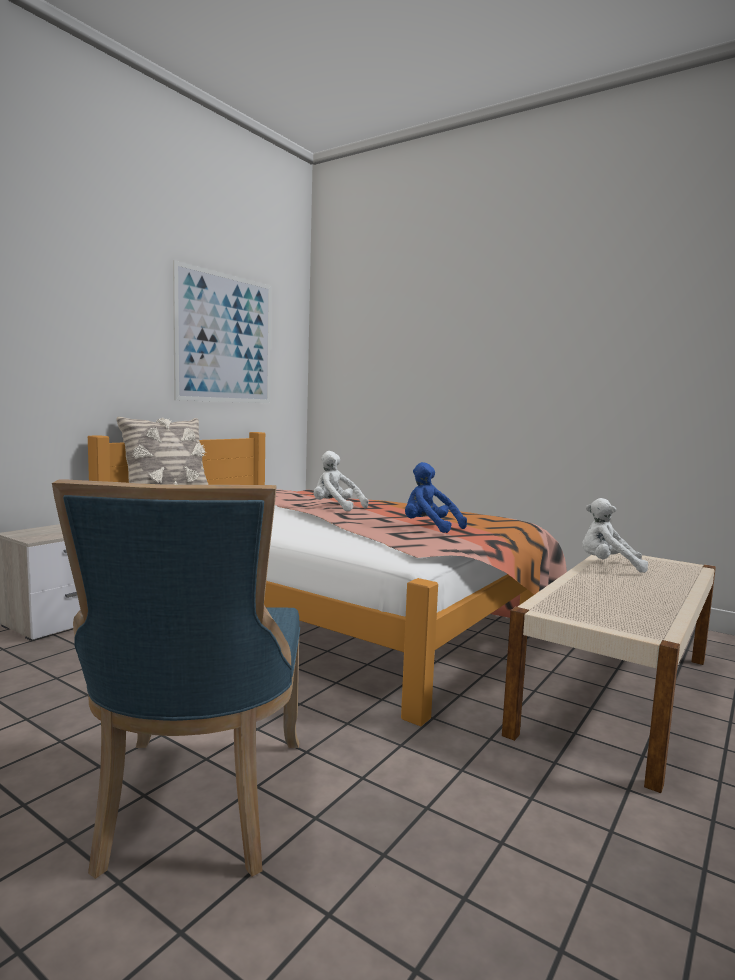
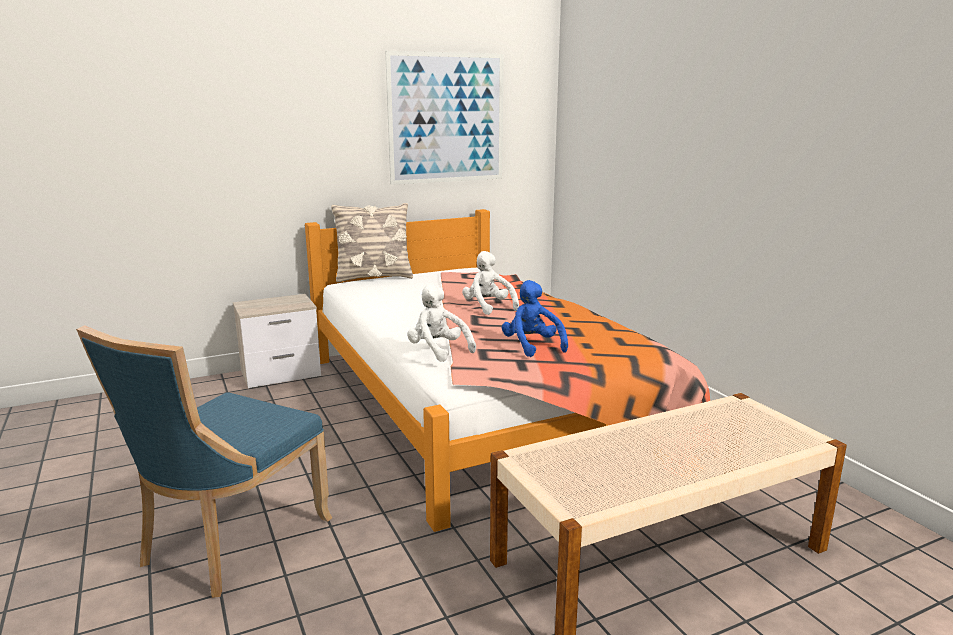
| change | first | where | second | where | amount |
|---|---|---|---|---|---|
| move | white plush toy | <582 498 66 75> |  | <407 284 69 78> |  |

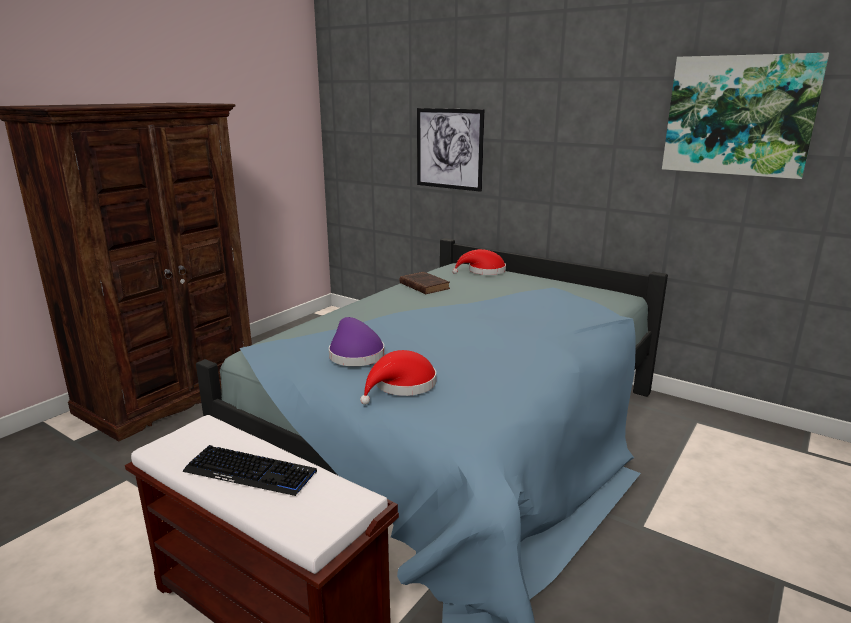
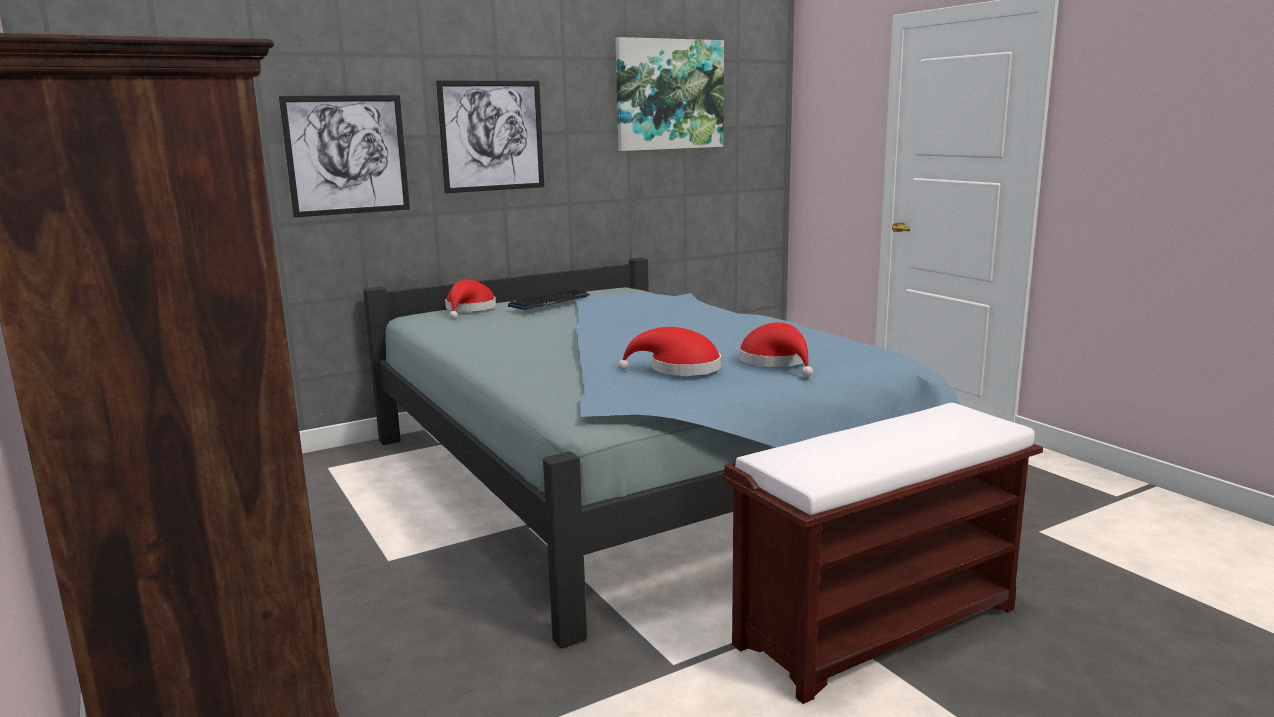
| change | first | where | second | where | amount |
|---|---|---|---|---|---|
| delete | brown book | <400 272 50 22> |  |  |  |
| insert |  |  | picture | <436 81 108 112> |  |
| move | keyboard | <182 445 135 51> |  | <508 290 82 20> |  |
| recolor | purple hat | <329 317 56 49> | red hat | <618 327 103 49> |  |

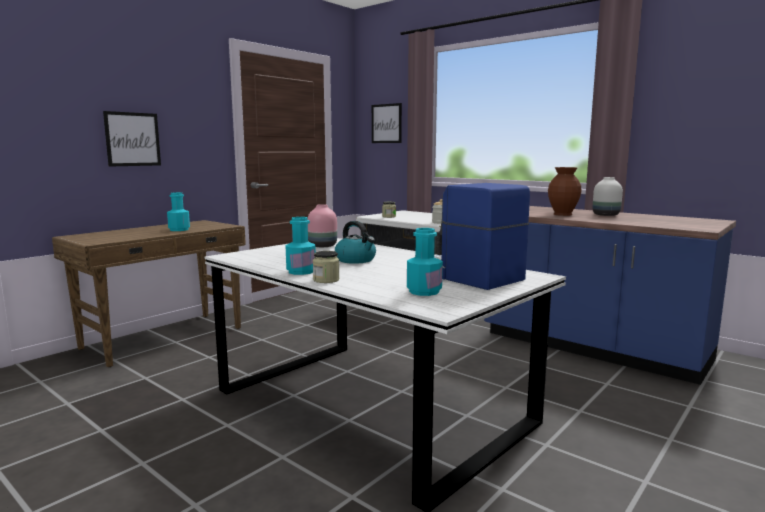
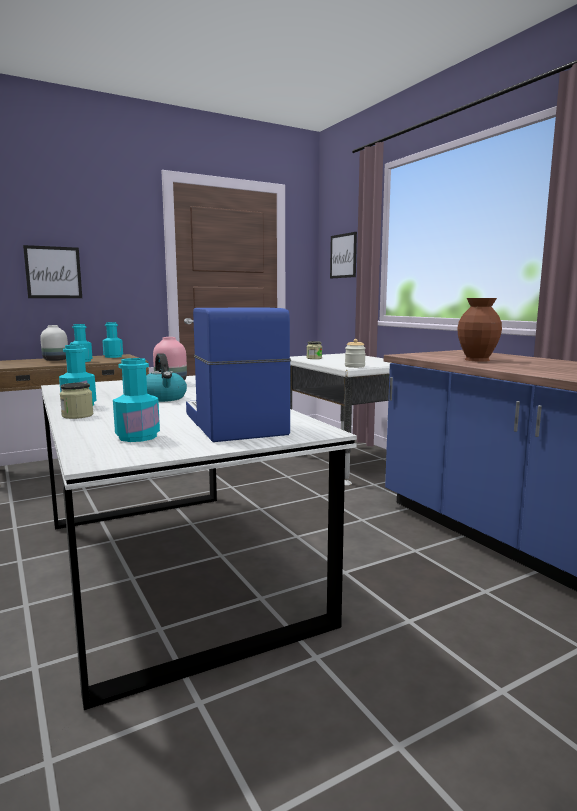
| change | first | where | second | where | amount |
|---|---|---|---|---|---|
| insert |  |  | turquoise bottle | <102 322 21 36> |  |
| move | white vase | <593 177 30 39> |  | <40 325 28 36> |  |

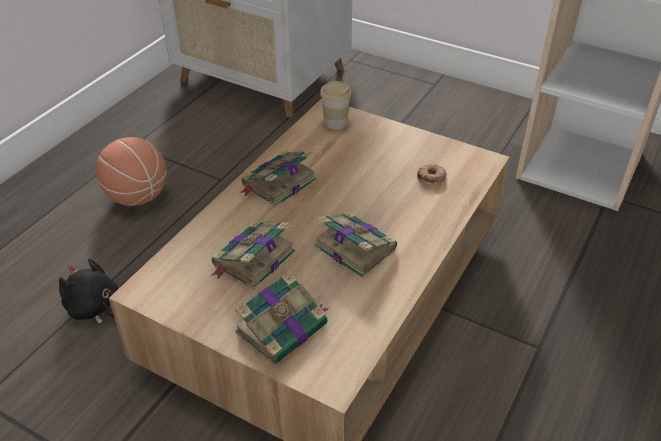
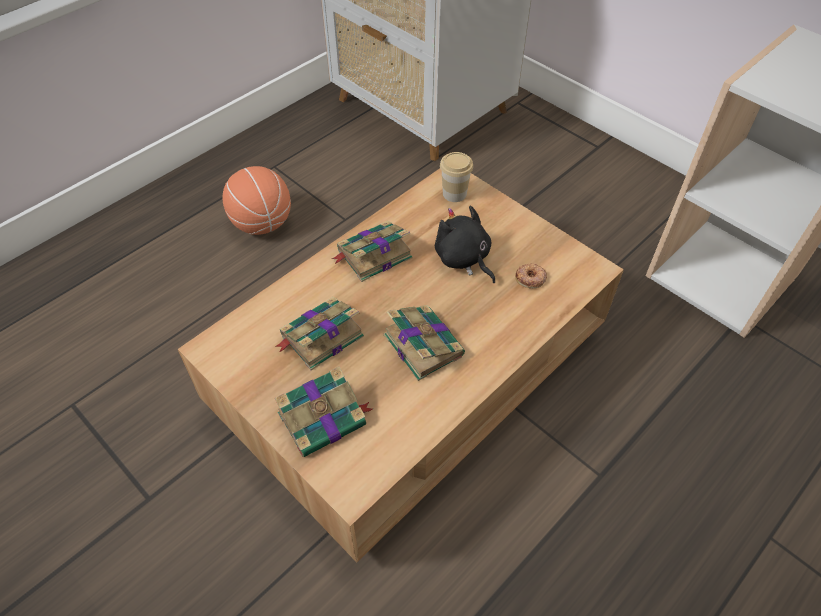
| change | first | where | second | where | amount |
|---|---|---|---|---|---|
| move | black plush toy | <59 259 59 65> |  | <435 206 60 77> |  |

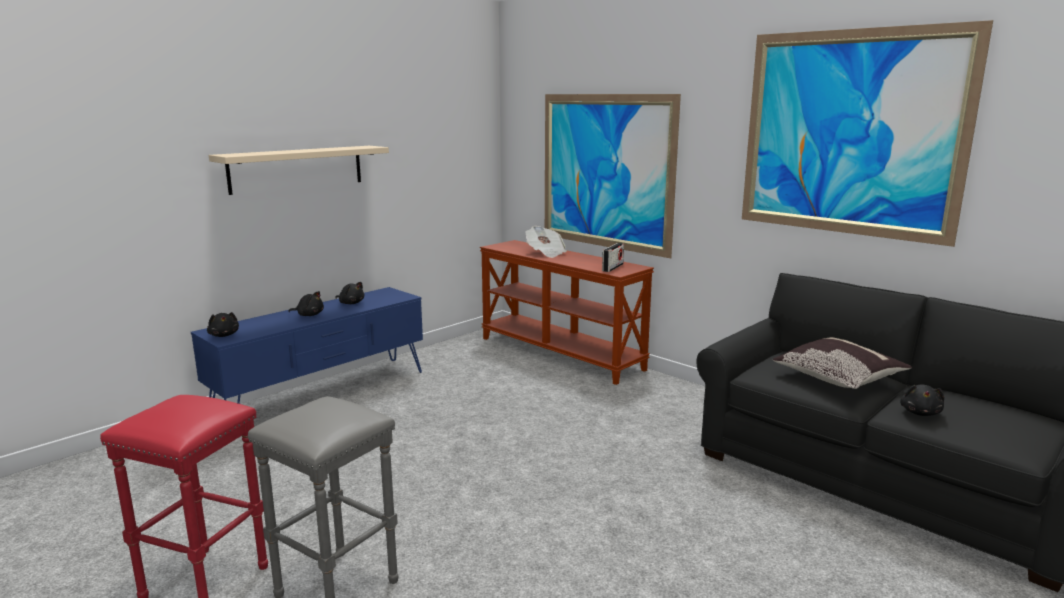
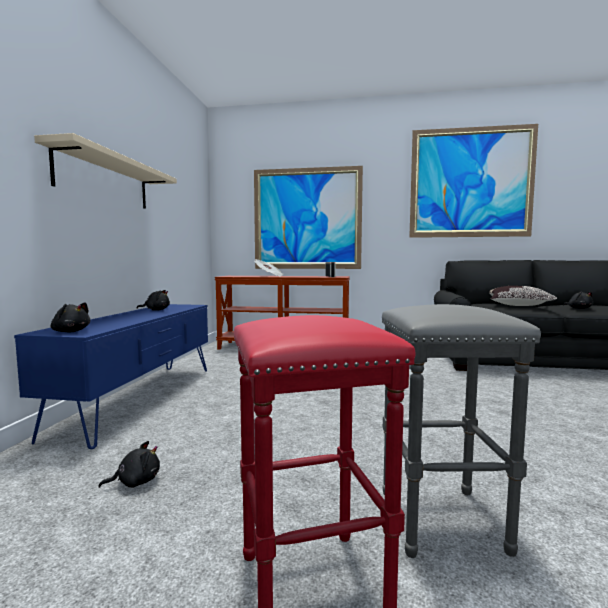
| change | first | where | second | where | amount |
|---|---|---|---|---|---|
| move | black plush toy | <289 291 35 25> |  | <99 441 61 47> |  |

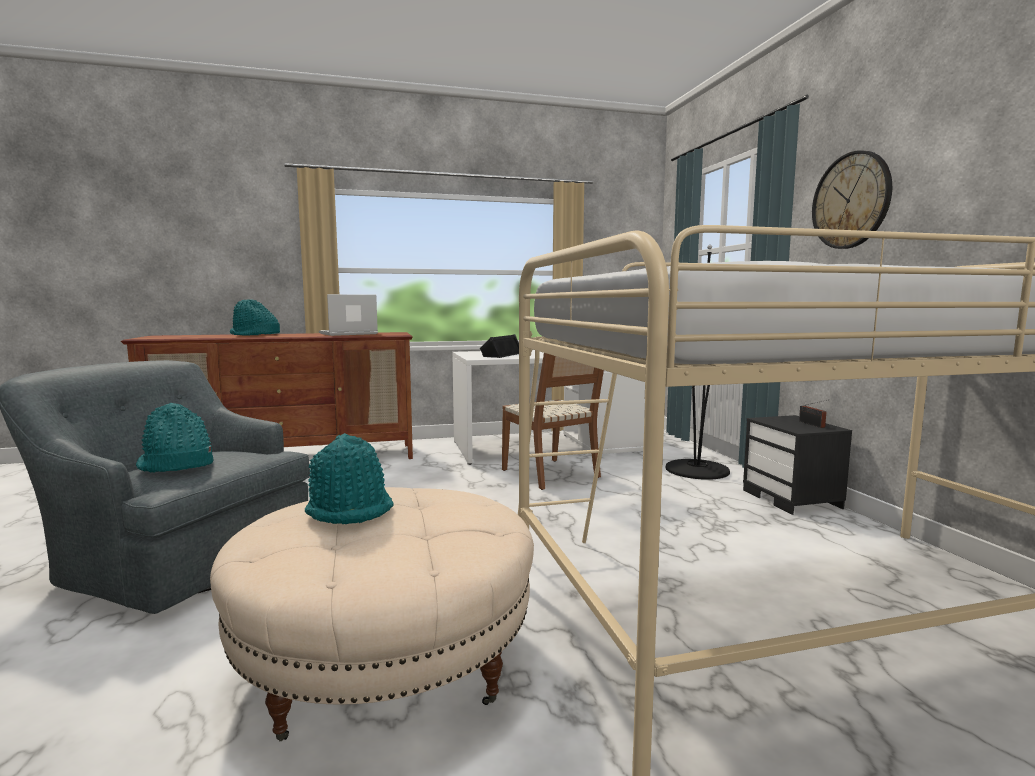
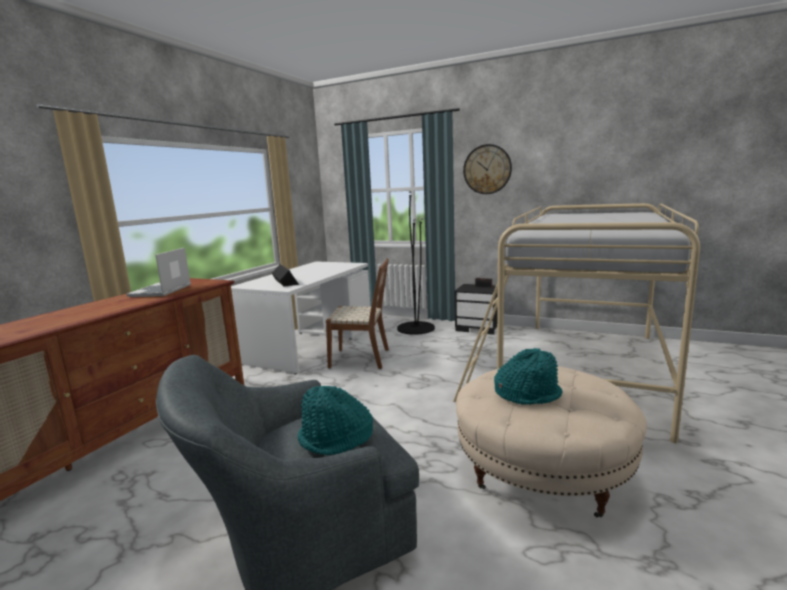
| change | first | where | second | where | amount |
|---|---|---|---|---|---|
| delete | turquoise hat | <230 299 50 37> |  |  |  |

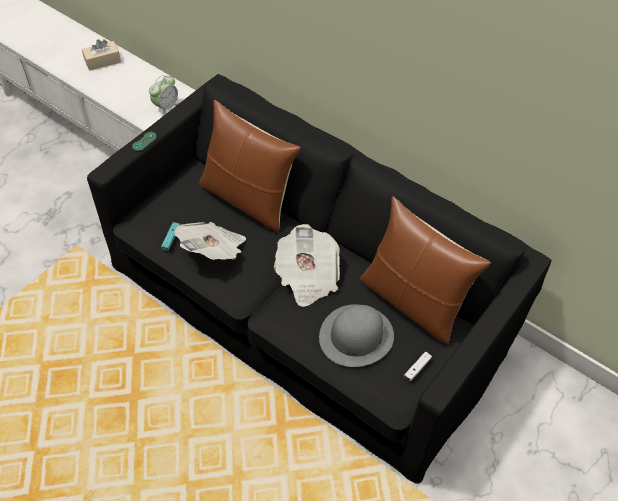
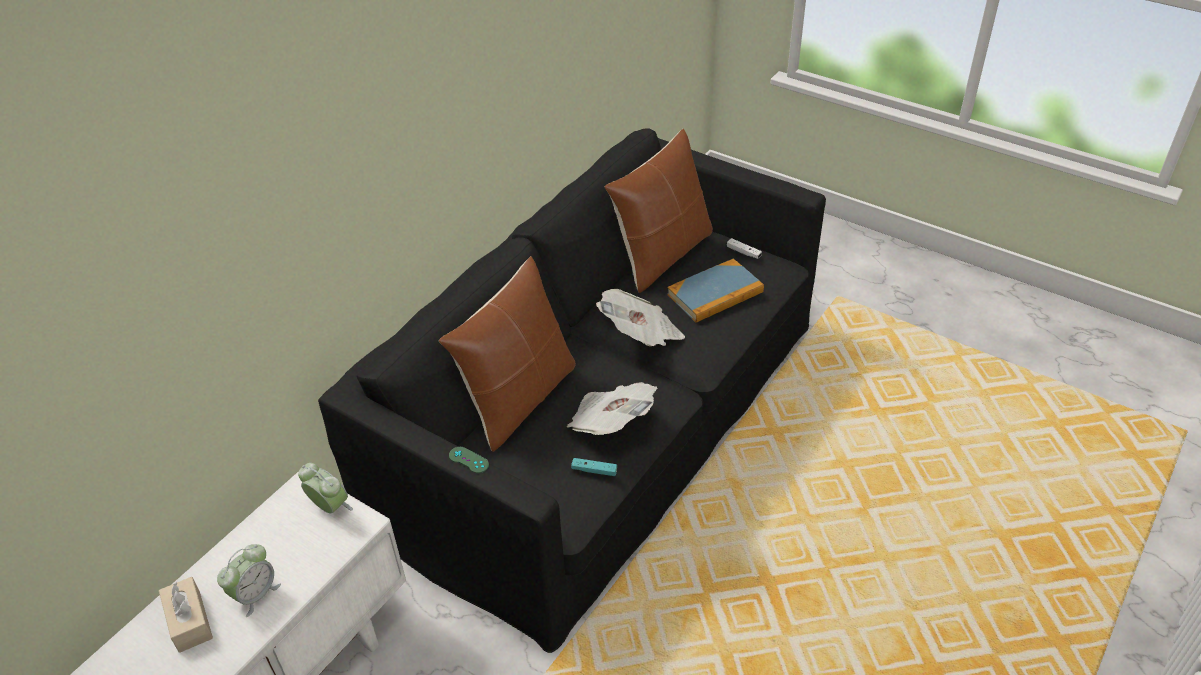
| change | first | where | second | where | amount |
|---|---|---|---|---|---|
| insert |  |  | alarm clock | <217 544 64 73> |  |
| replace | grey hat | <319 304 75 63> | book | <667 259 97 64> |  |

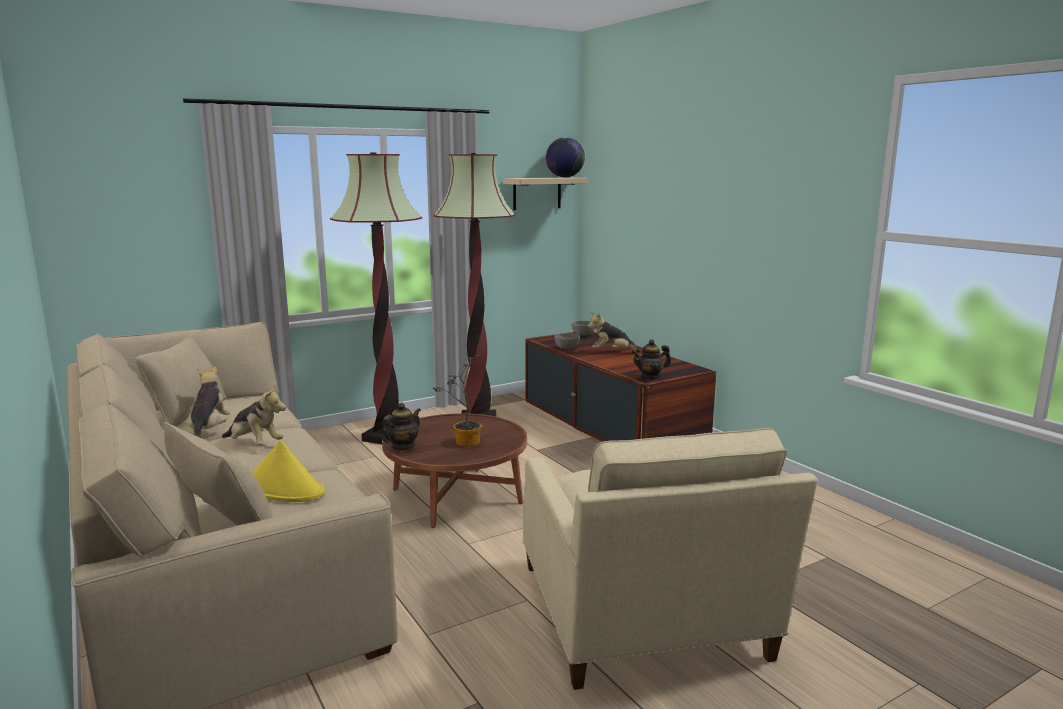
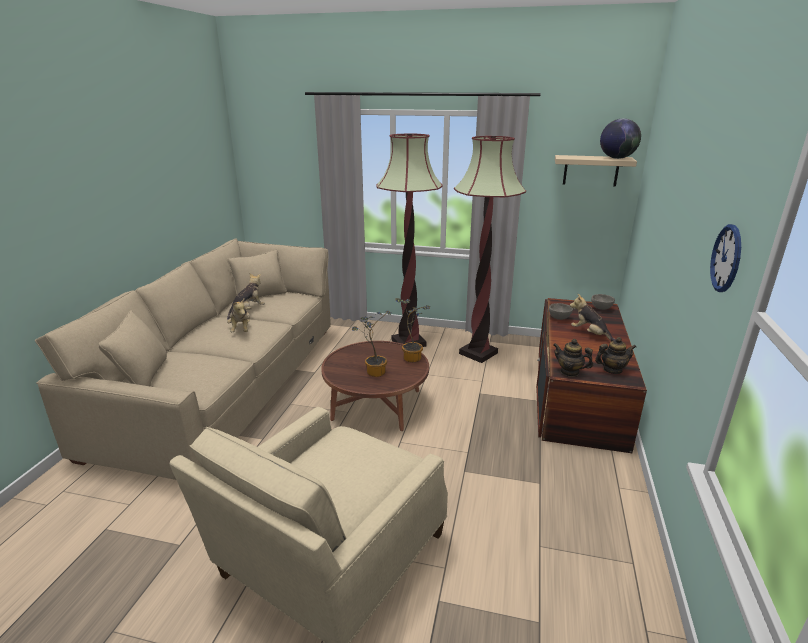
| change | first | where | second | where | amount |
|---|---|---|---|---|---|
| delete | yellow hat | <252 440 73 62> |  |  |  |
| insert |  |  | potted plant | <395 298 35 64> |  |
| insert |  |  | wall clock | <710 224 31 68> |  |
| move | teapot | <382 403 39 47> |  | <595 337 41 37> |  |

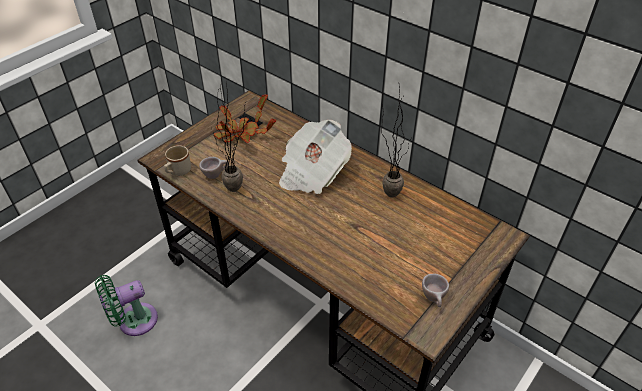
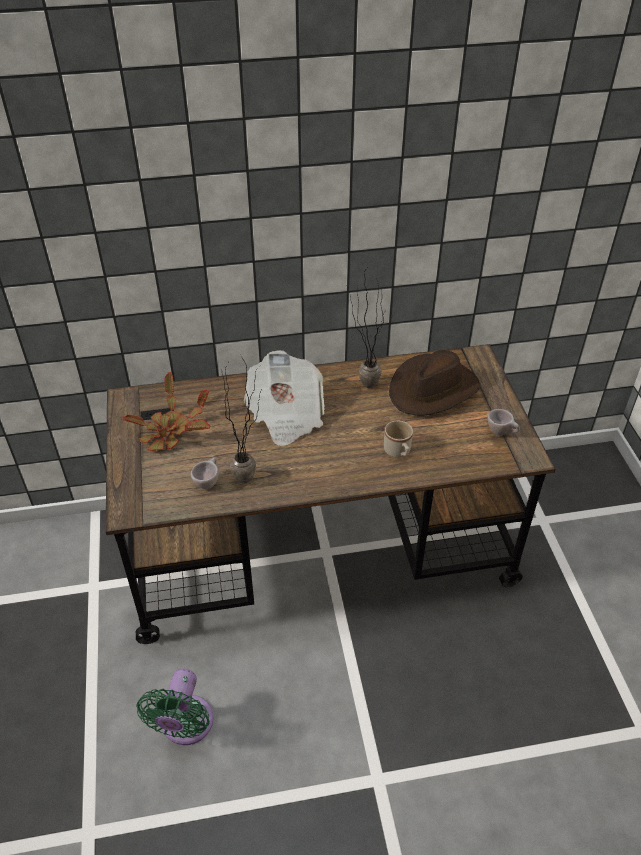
| change | first | where | second | where | amount |
|---|---|---|---|---|---|
| insert |  |  | brown hat | <389 350 91 66> |  |
| move | beige mug | <164 145 27 31> |  | <384 421 29 37> |  |

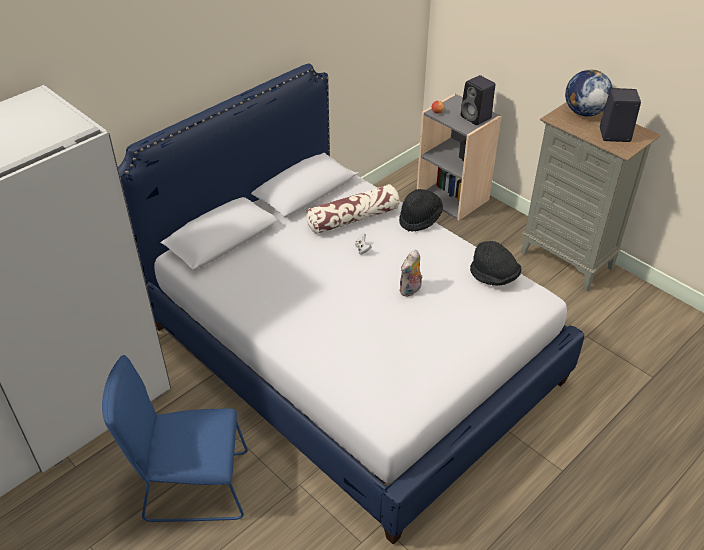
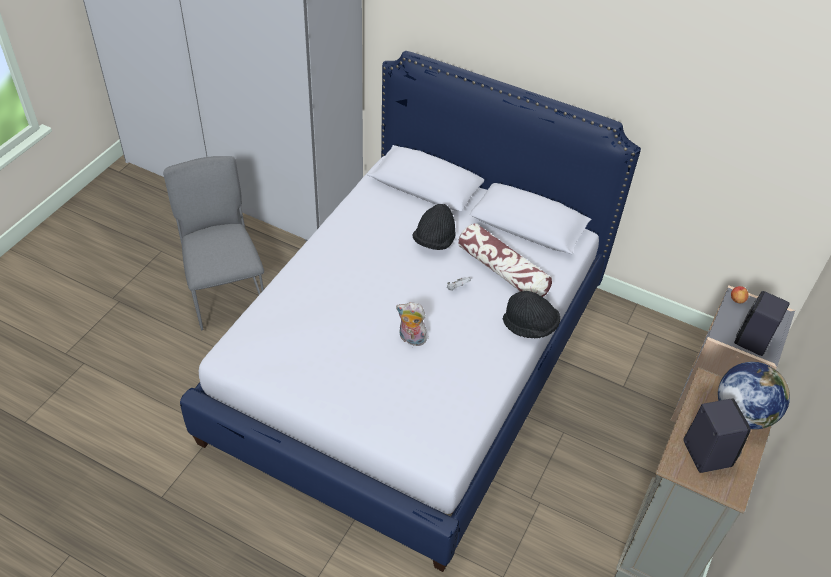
| change | first | where | second | where | amount |
|---|---|---|---|---|---|
| move | black hat | <470 241 51 45> |  | <413 204 43 46> |  |
| recolor | blue chair | <102 355 146 167> | grey chair | <163 156 101 174> |  |

